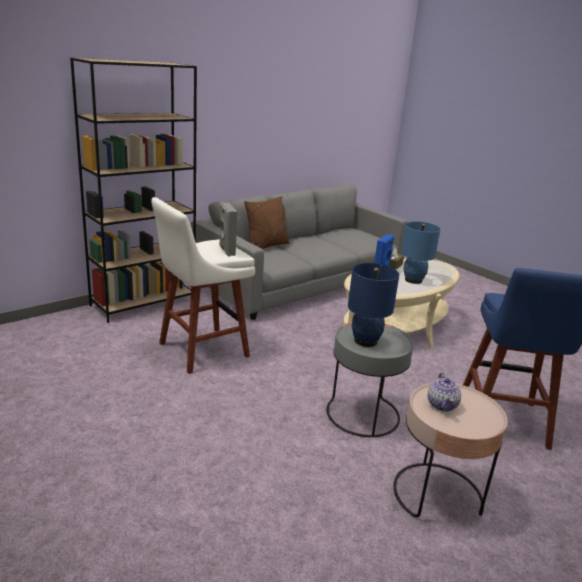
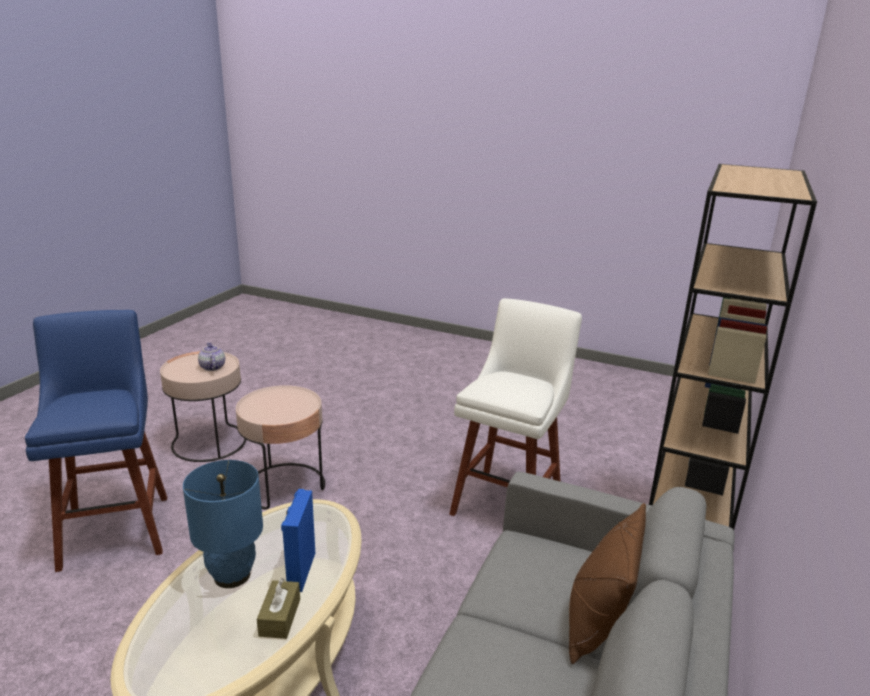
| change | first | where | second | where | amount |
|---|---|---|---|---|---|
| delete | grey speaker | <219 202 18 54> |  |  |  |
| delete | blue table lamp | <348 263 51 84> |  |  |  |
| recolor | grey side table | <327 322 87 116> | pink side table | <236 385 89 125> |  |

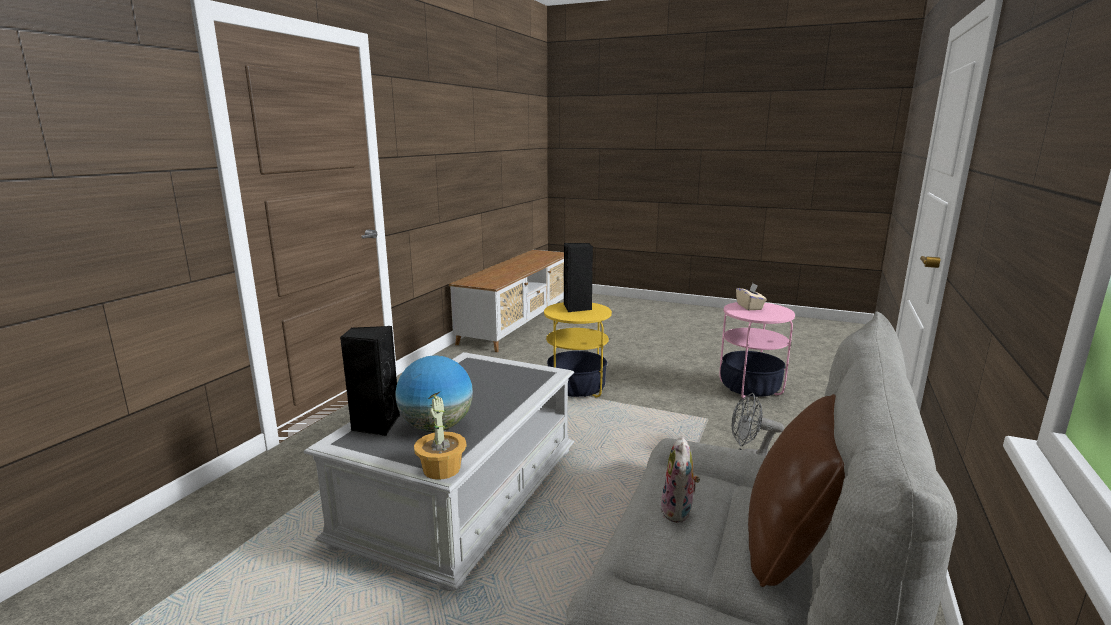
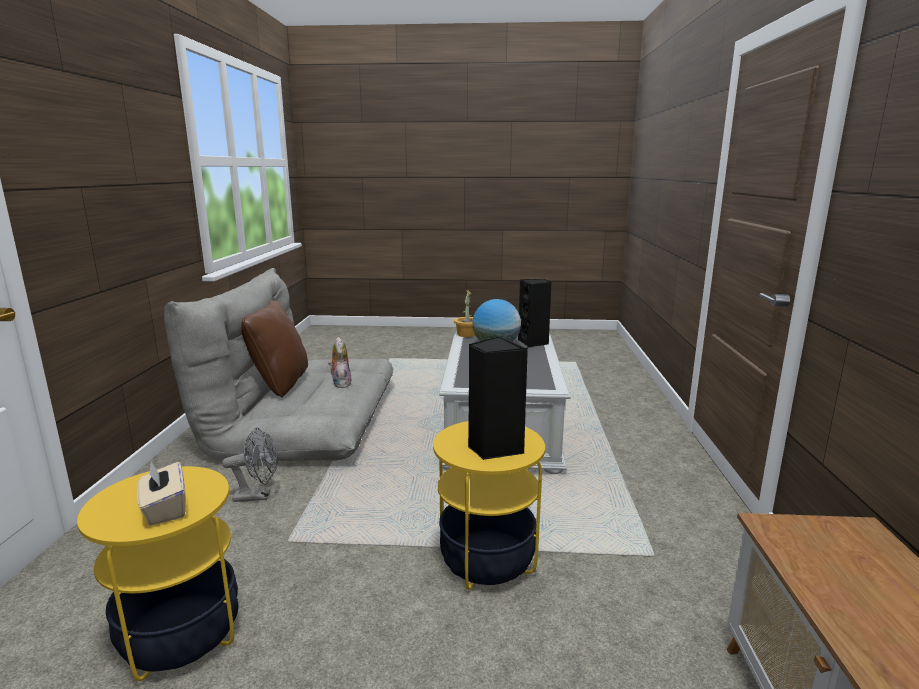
| change | first | where | second | where | amount |
|---|---|---|---|---|---|
| recolor | pink side table | <720 302 75 96> | yellow side table | <77 466 161 215> |  |

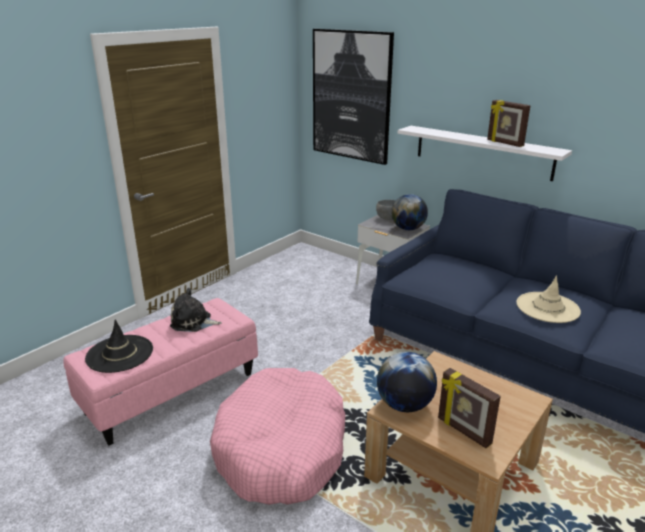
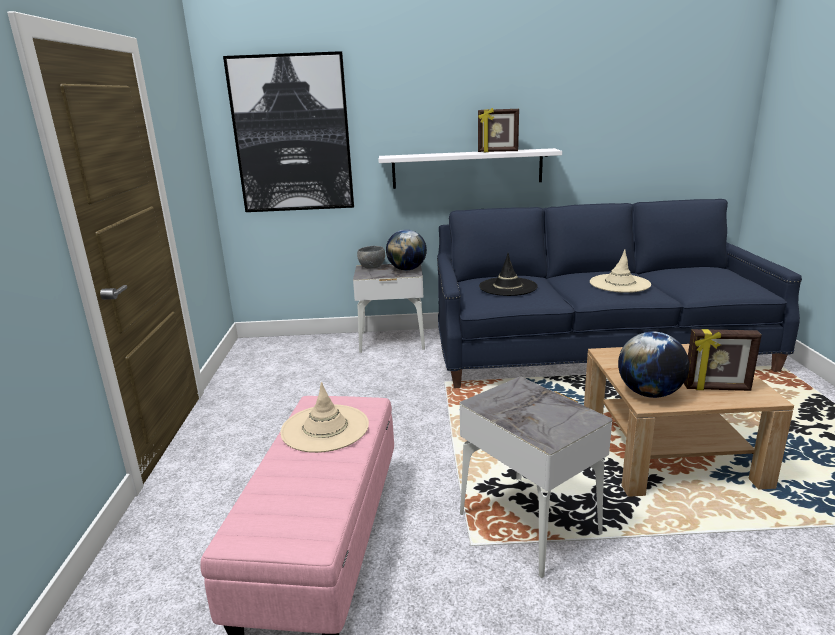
| change | first | where | second | where | amount |
|---|---|---|---|---|---|
| move | black hat | <85 319 68 54> |  | <479 253 59 43> |  |
| replace | plush toy | <170 288 52 44> | beige hat | <280 382 89 71> |  |
| replace | pink dog bed | <210 368 135 137> | side table | <460 377 152 201> |  |

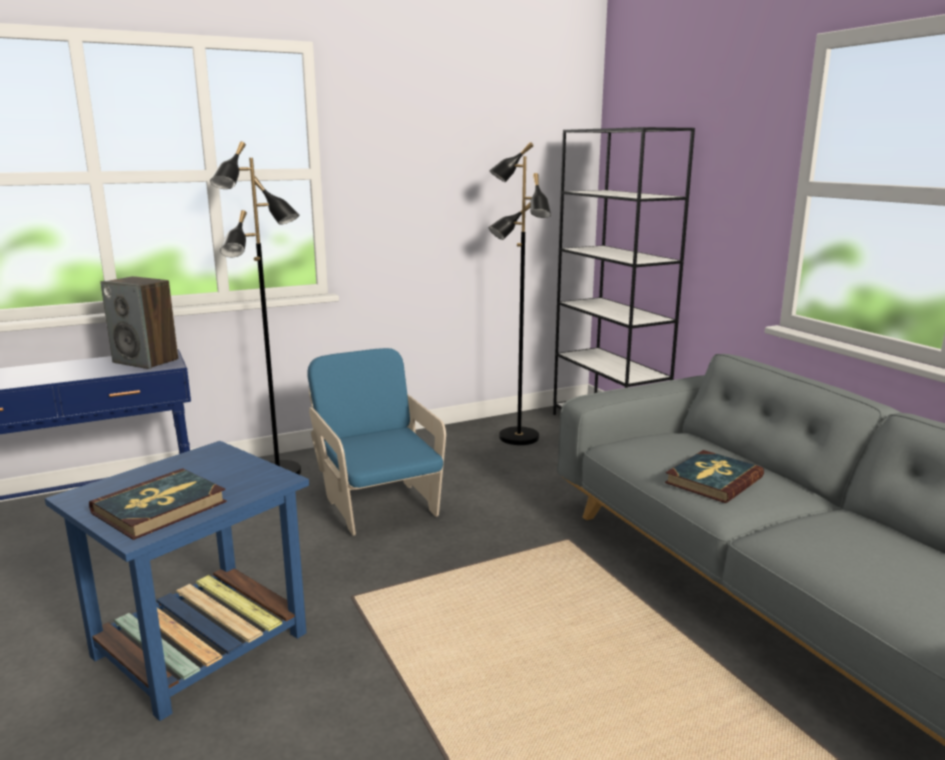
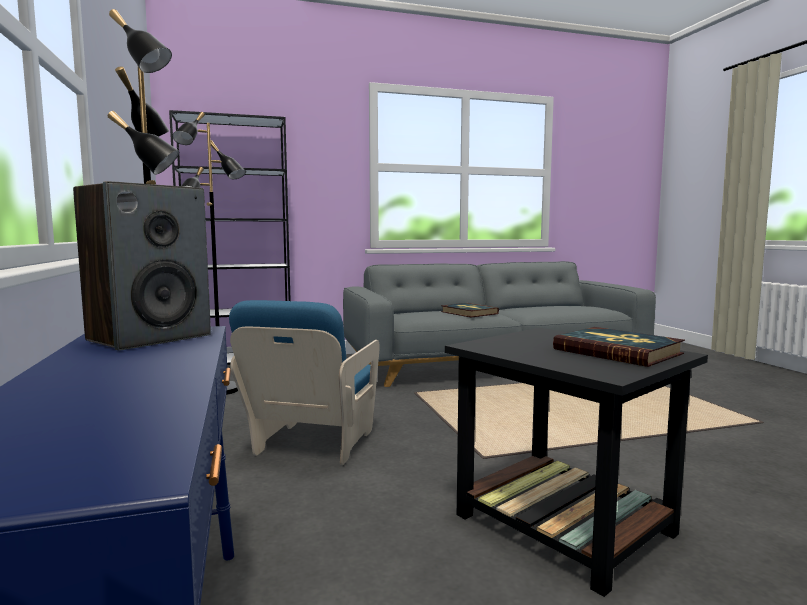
| change | first | where | second | where | amount |
|---|---|---|---|---|---|
| recolor | blue side table | <45 441 264 280> | black side table | <445 328 263 269> |  |
| rotate | blue armchair | <307 348 139 188> |  | <229 300 151 165> | 60 degrees counterclockwise |

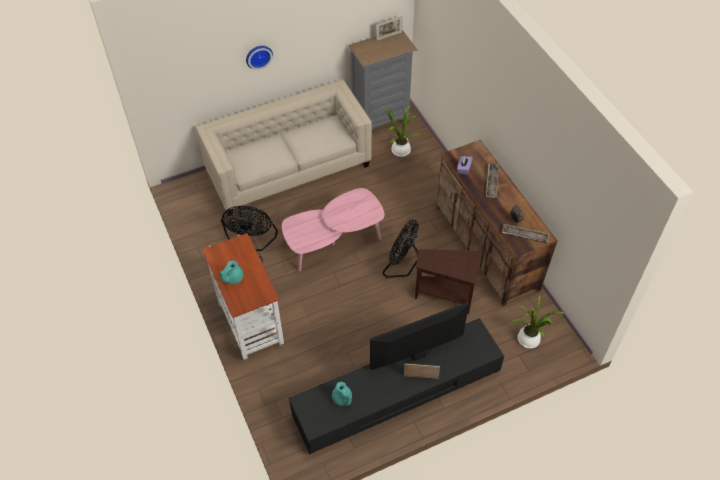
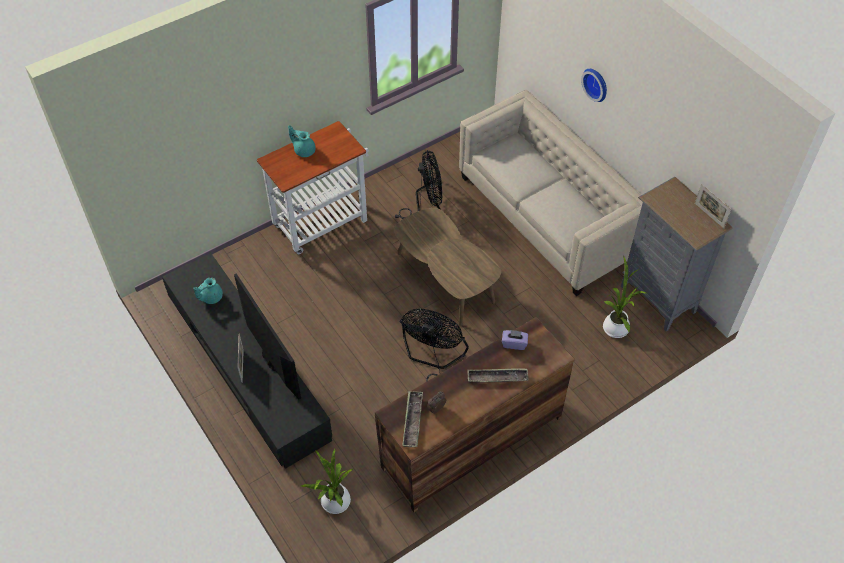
| change | first | where | second | where | amount |
|---|---|---|---|---|---|
| delete | brown side table | <415 249 66 65> |  |  |  |
| recolor | pink coffee table | <282 188 102 84> | brown coffee table | <394 208 107 118> |  |

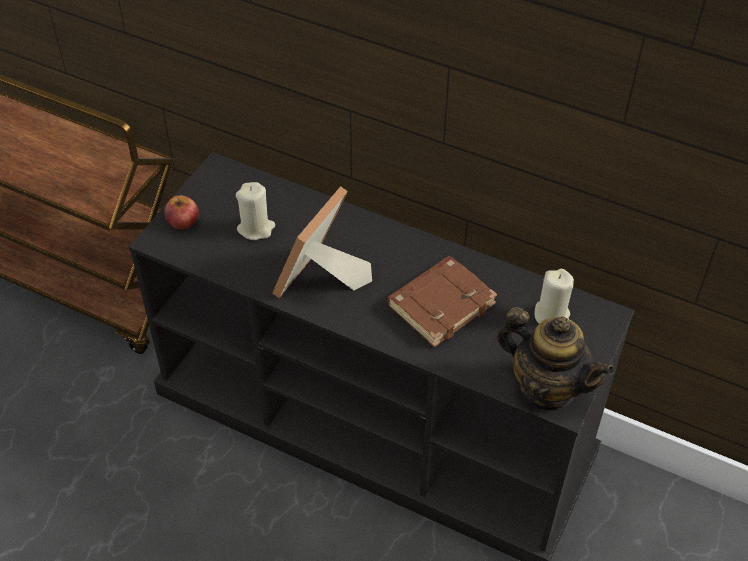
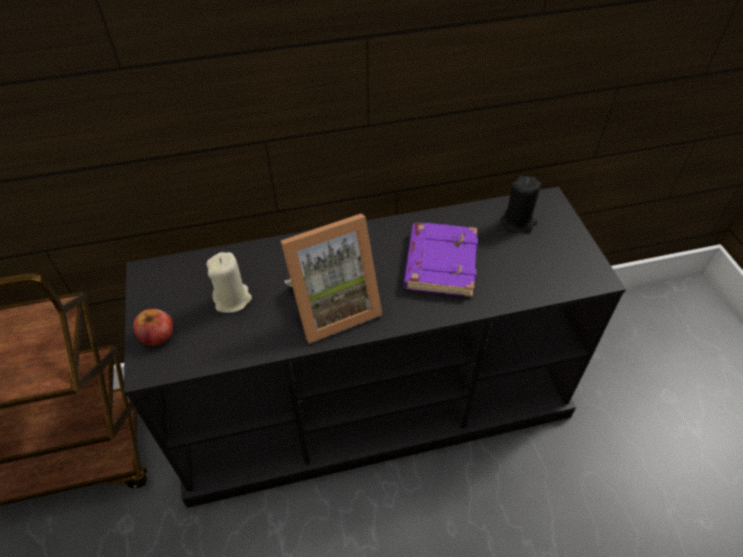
| change | first | where | second | where | amount |
|---|---|---|---|---|---|
| delete | teapot | <497 307 117 103> |  |  |  |
| recolor | brown book | <387 256 110 91> | purple book | <404 223 74 74> |  |
| recolor | beige candle | <535 269 39 54> | black candle | <500 176 41 57> |  |
| rotate | picture frame | <272 186 100 112> |  | <281 213 101 131> | 105 degrees counterclockwise |

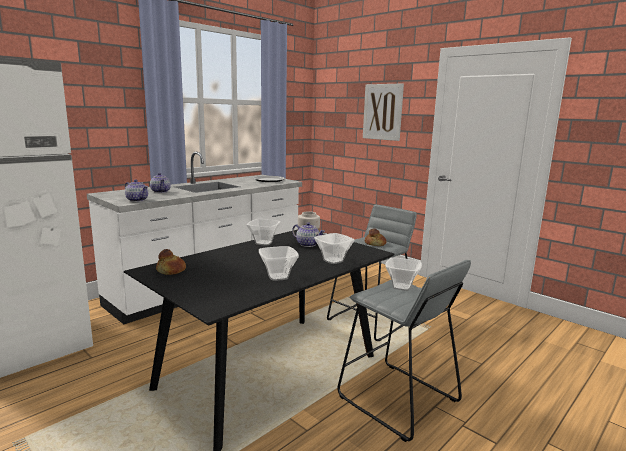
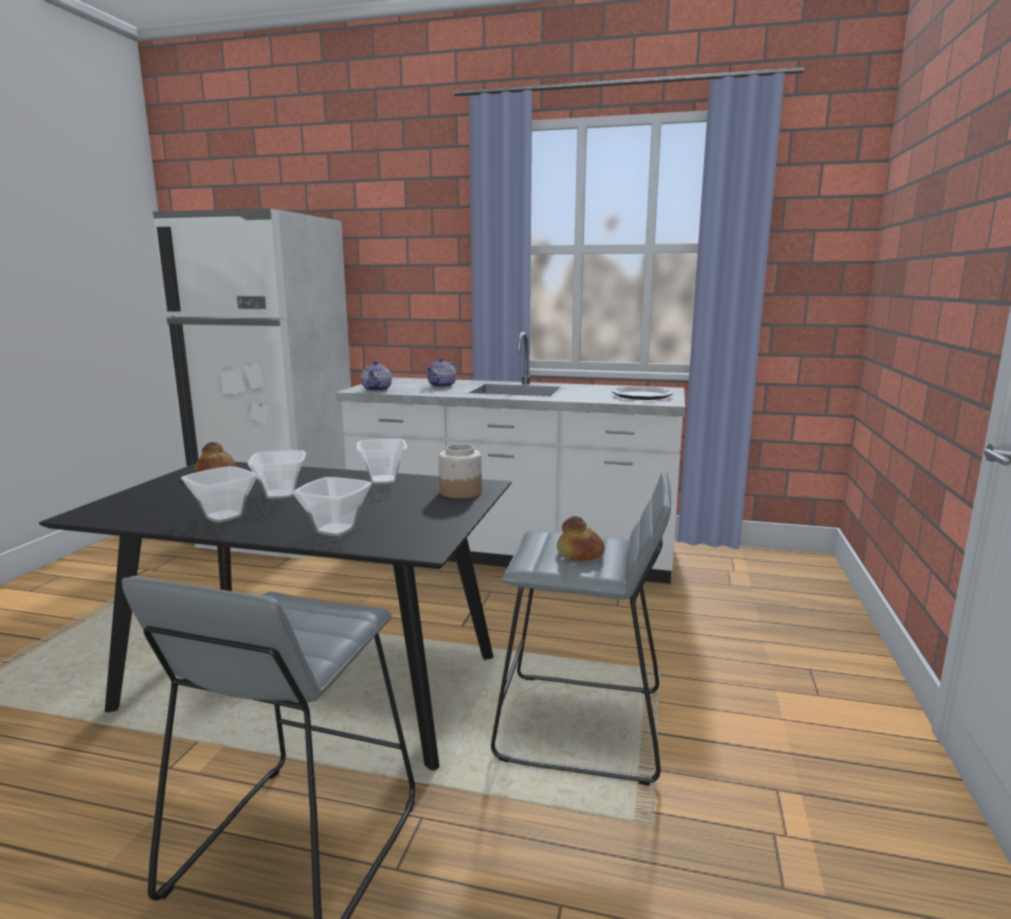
| change | first | where | second | where | amount |
|---|---|---|---|---|---|
| delete | teapot | <292 222 33 25> |  |  |  |
| delete | picture | <363 83 41 58> |  |  |  |
| move | bowl | <385 257 37 34> |  | <247 450 59 49> |  |

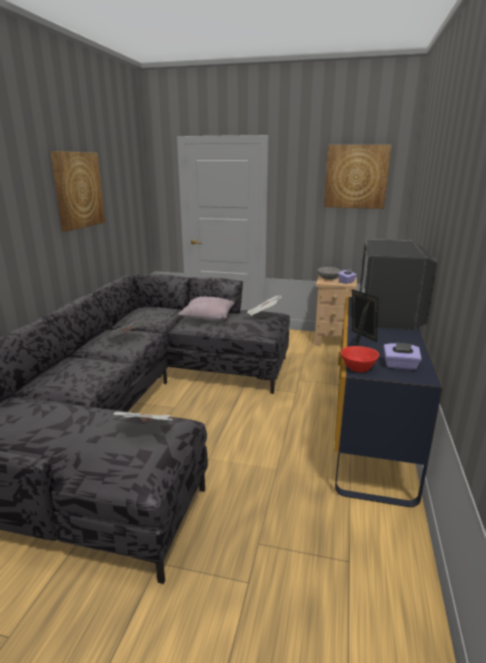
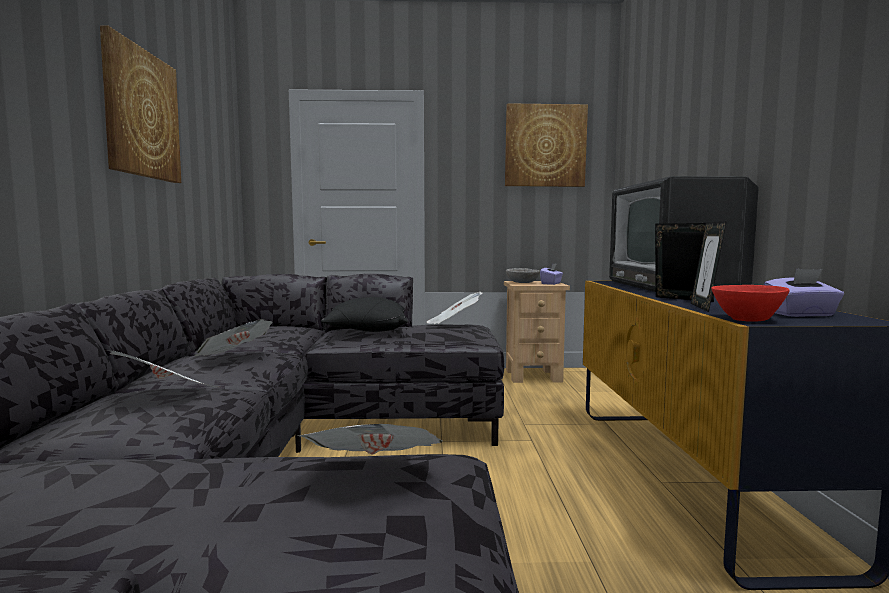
| change | first | where | second | where | amount |
|---|---|---|---|---|---|
| insert |  |  | newspaper | <105 350 112 37> |  |
| recolor | purple pillow | <178 296 57 25> | black pillow | <321 297 87 35> |  |

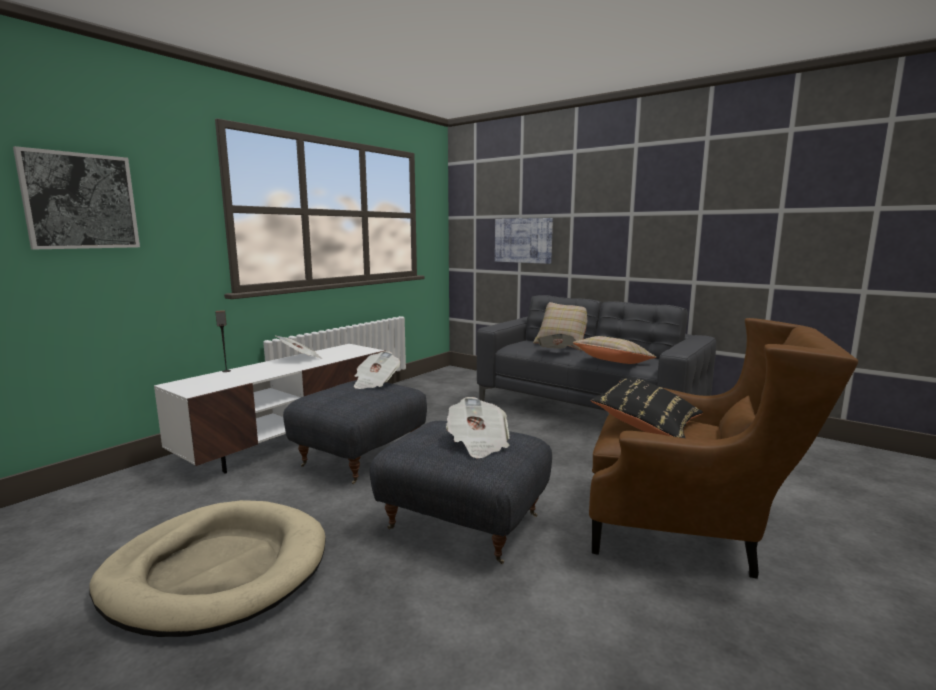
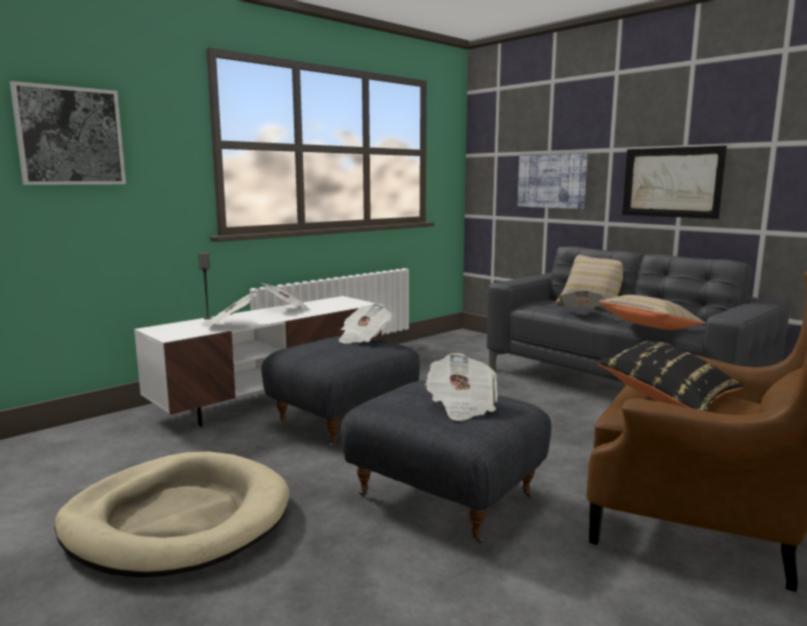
| change | first | where | second | where | amount |
|---|---|---|---|---|---|
| insert |  |  | newspaper | <201 293 55 34> |  |
| insert |  |  | picture | <622 146 105 73> |  |

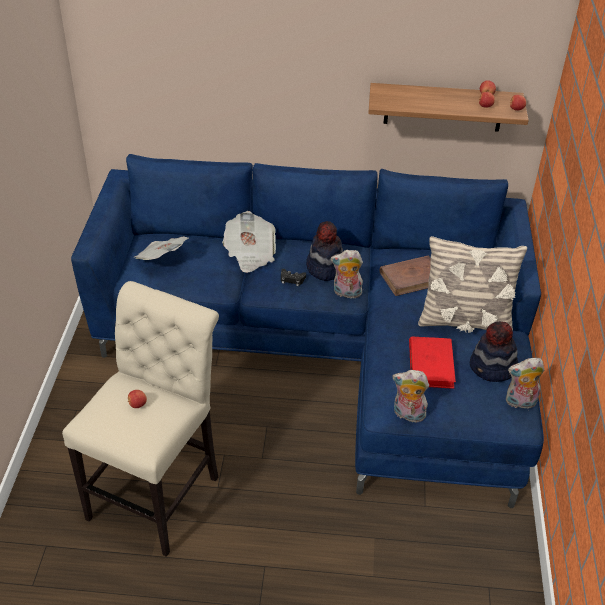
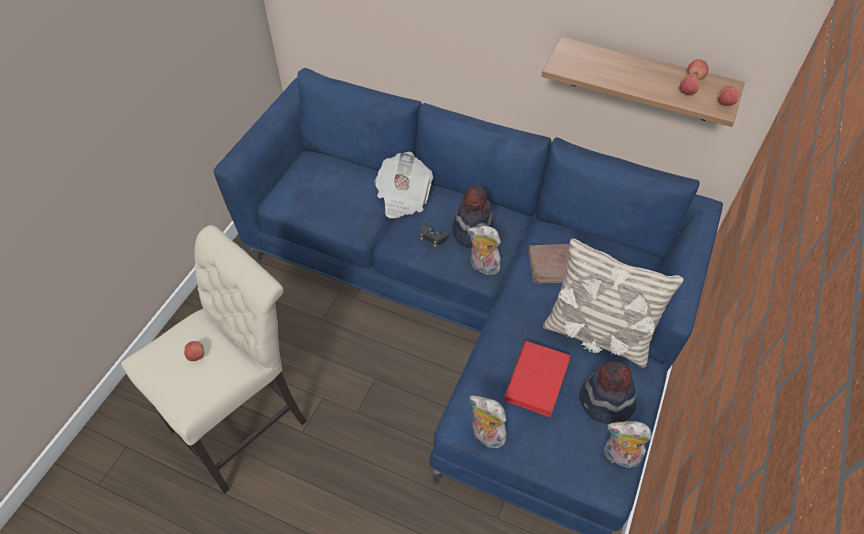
| change | first | where | second | where | amount |
|---|---|---|---|---|---|
| delete | newspaper | <133 236 56 24> |  |  |  |

